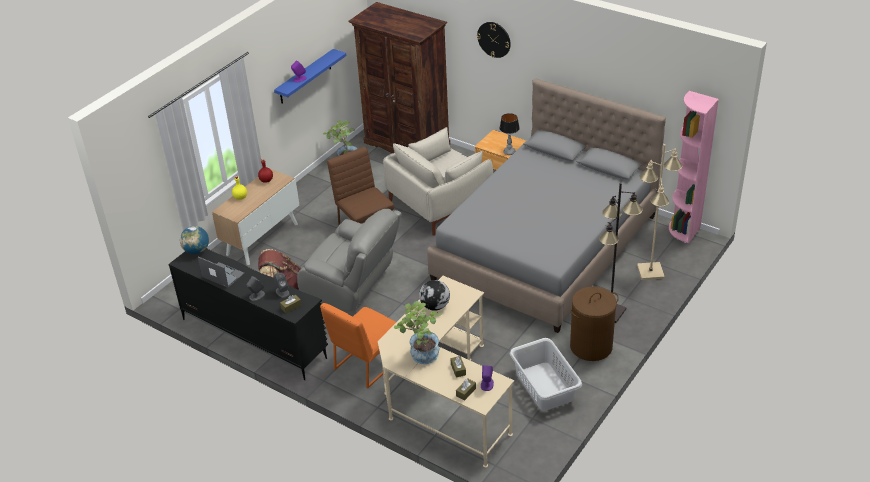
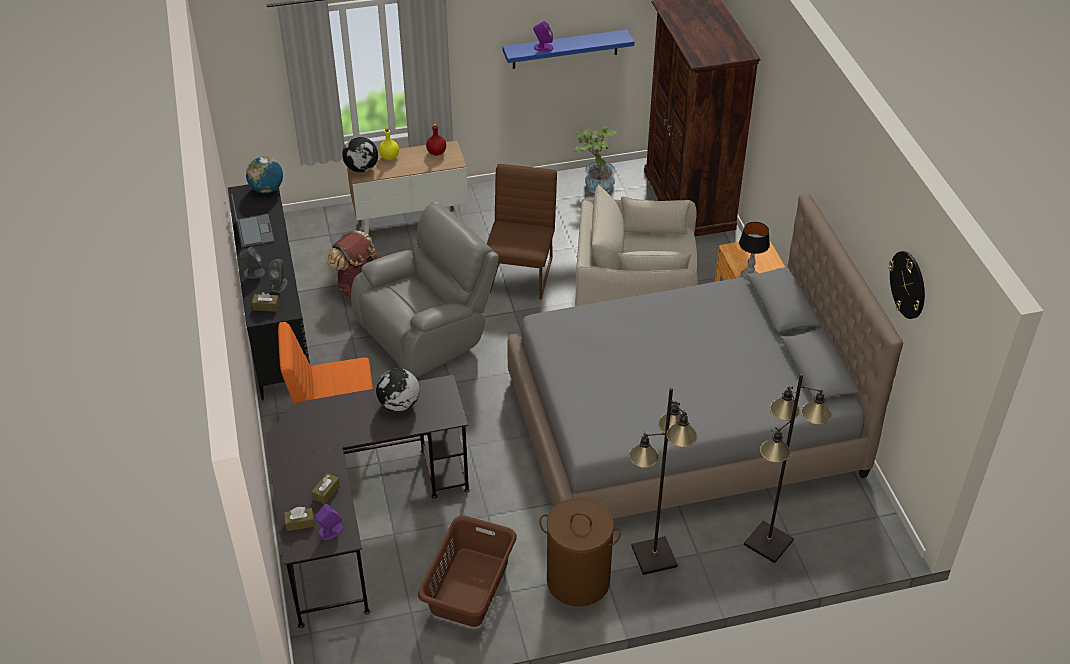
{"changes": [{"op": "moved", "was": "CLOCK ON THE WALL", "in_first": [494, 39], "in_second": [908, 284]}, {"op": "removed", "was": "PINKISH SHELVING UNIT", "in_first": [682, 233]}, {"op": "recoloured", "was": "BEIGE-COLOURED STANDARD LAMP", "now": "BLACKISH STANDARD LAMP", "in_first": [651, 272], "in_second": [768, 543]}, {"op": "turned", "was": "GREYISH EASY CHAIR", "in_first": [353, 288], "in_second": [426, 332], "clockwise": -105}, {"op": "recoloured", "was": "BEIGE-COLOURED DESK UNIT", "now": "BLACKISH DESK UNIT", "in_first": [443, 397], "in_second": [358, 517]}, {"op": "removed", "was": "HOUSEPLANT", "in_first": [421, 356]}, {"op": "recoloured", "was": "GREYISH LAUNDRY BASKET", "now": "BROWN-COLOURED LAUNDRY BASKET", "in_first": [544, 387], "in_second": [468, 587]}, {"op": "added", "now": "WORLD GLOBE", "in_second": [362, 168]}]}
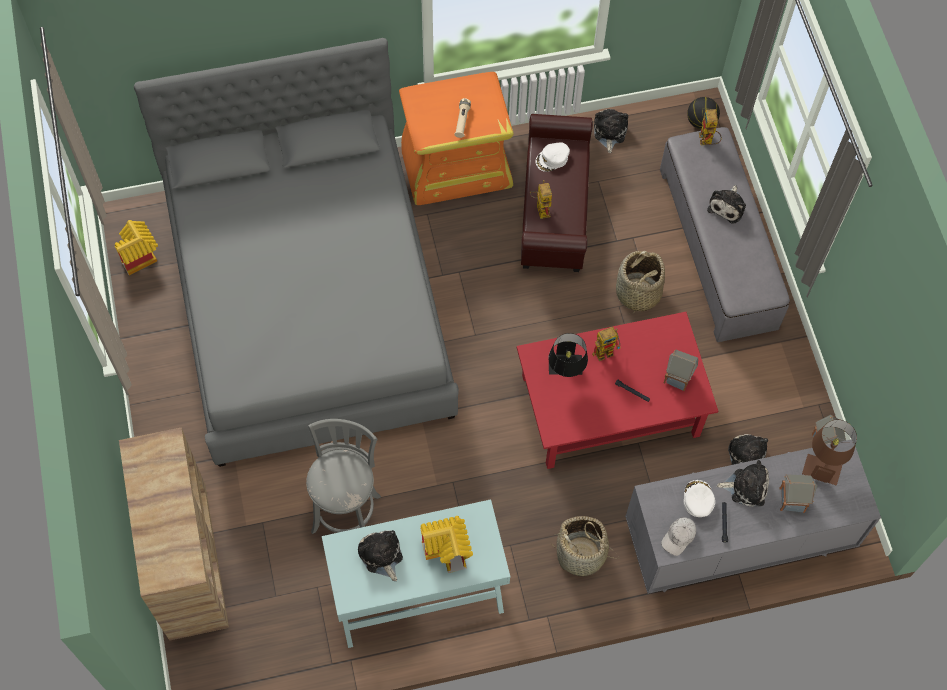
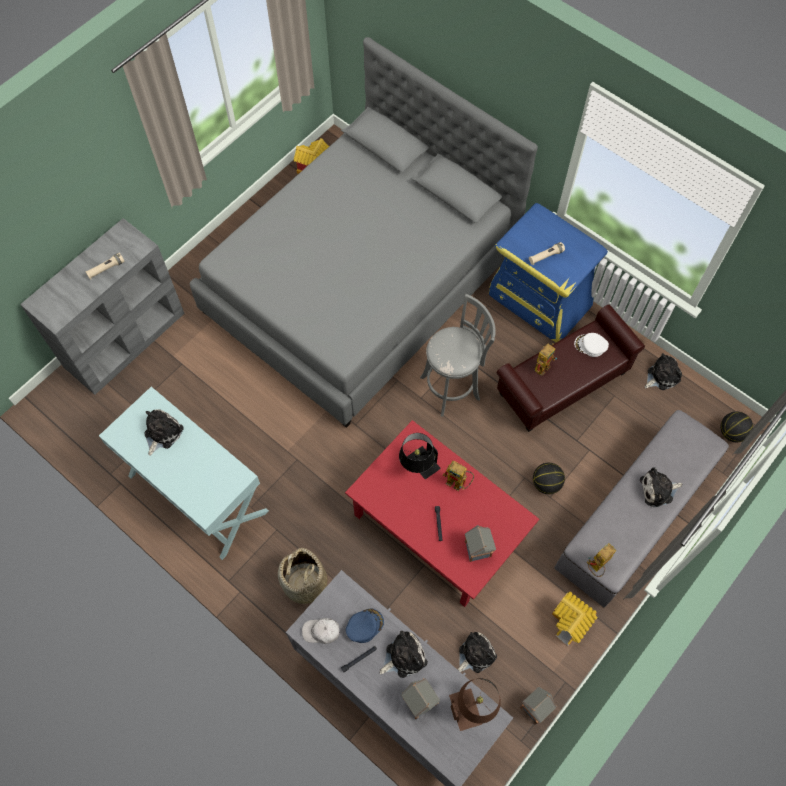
{"changes": [{"op": "recoloured", "was": "ORANGE BEDSIDE TABLE", "now": "BLUISH BEDSIDE TABLE", "in_first": [458, 169], "in_second": [539, 301]}, {"op": "moved", "was": "TOY ROBOT", "in_first": [707, 141], "in_second": [596, 567]}, {"op": "replaced", "was": "STORAGE BASKET", "now": "BALL FOR BASKETBALL", "in_first": [637, 293], "in_second": [546, 483]}, {"op": "moved", "was": "GREYISH STOOL", "in_first": [347, 510], "in_second": [453, 387]}, {"op": "recoloured", "was": "BROWN-COLOURED SHELVING UNIT", "now": "GREYISH SHELVING UNIT", "in_first": [186, 561], "in_second": [124, 339]}, {"op": "turned", "was": "CUDDLY TOY", "in_first": [746, 486], "in_second": [403, 656], "clockwise": -90}, {"op": "recoloured", "was": "WHITE BASEBALL CAP", "now": "BLUISH BASEBALL CAP", "in_first": [698, 499], "in_second": [364, 626]}, {"op": "moved", "was": "MODEL HOUSE", "in_first": [448, 551], "in_second": [570, 624]}, {"op": "added", "now": "BEIGE-COLOURED HAND TORCH", "in_second": [106, 269]}]}
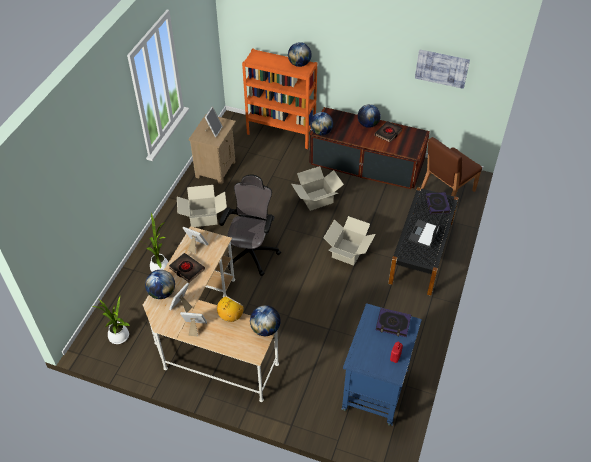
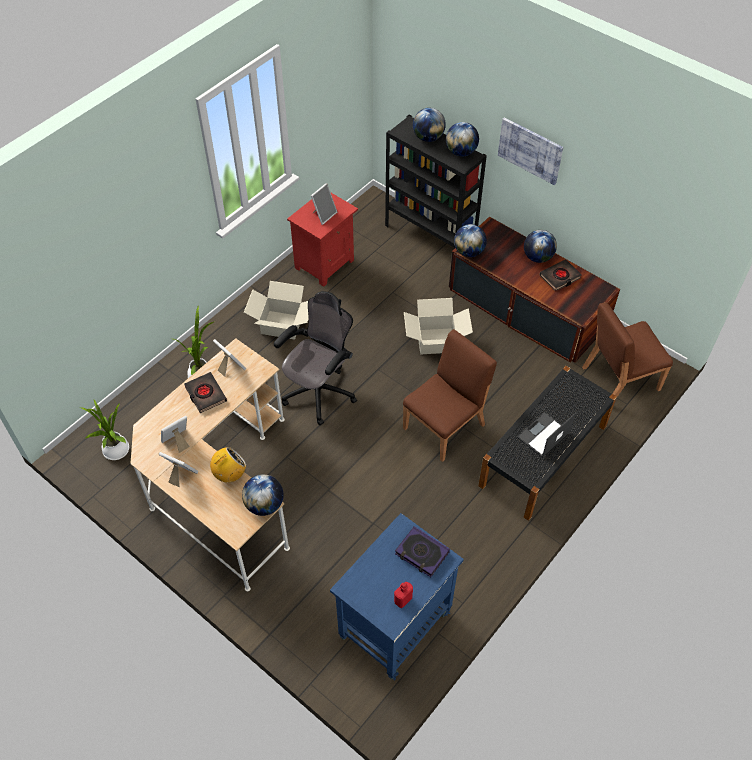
{"changes": [{"op": "recoloured", "was": "ORANGE SHELVING UNIT", "now": "BLACKISH SHELVING UNIT", "in_first": [281, 134], "in_second": [430, 237]}, {"op": "moved", "was": "WALL ART", "in_first": [442, 68], "in_second": [530, 150]}, {"op": "recoloured", "was": "BEIGE-COLOURED BEDSIDE TABLE", "now": "RED-COLOURED BEDSIDE TABLE", "in_first": [217, 169], "in_second": [326, 264]}, {"op": "removed", "was": "BOOK", "in_first": [437, 205]}, {"op": "replaced", "was": "CARDBOARD BOX", "now": "BROWN-COLOURED PLAIN CHAIR", "in_first": [348, 252], "in_second": [445, 426]}, {"op": "moved", "was": "WORLD GLOBE", "in_first": [162, 293], "in_second": [428, 138]}]}
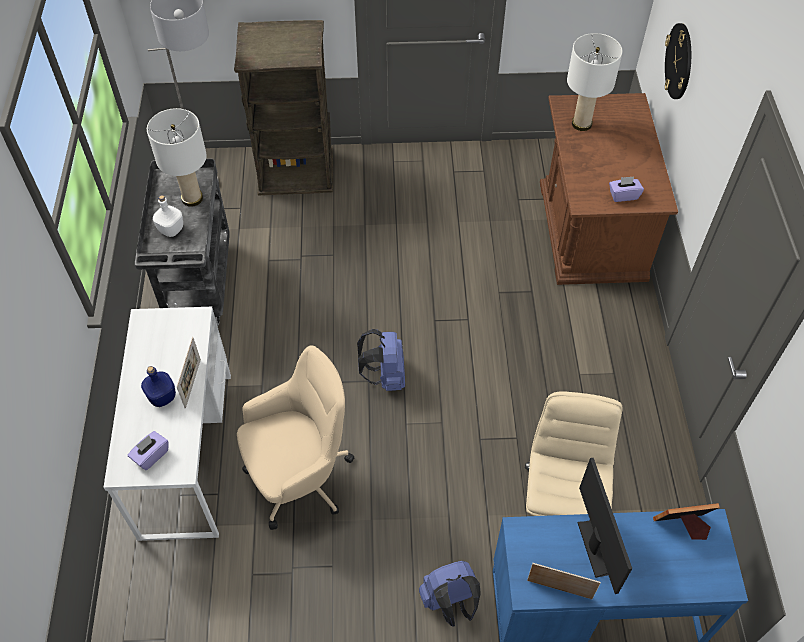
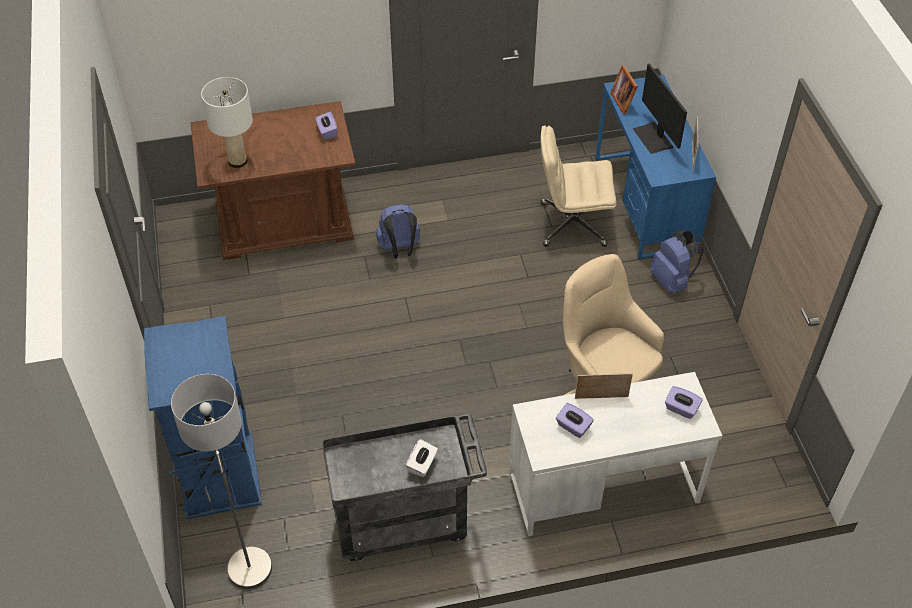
{"changes": [{"op": "recoloured", "was": "BROWN-COLOURED SHELVING UNIT", "now": "BLUISH SHELVING UNIT", "in_first": [296, 171], "in_second": [220, 473]}, {"op": "removed", "was": "CLOCK ON THE WALL", "in_first": [679, 61]}, {"op": "removed", "was": "WHITE LAMP FOR A TABLE", "in_first": [192, 198]}, {"op": "replaced", "was": "WHITE BEVERAGE BOTTLE", "now": "WHITE TISSUE BOX", "in_first": [172, 230], "in_second": [422, 465]}, {"op": "moved", "was": "BLUISH KNAPSACK", "in_first": [385, 376], "in_second": [399, 249]}, {"op": "removed", "was": "BLUISH BEVERAGE BOTTLE", "in_first": [162, 397]}, {"op": "turned", "was": "COMPUTER SCREEN", "in_first": [601, 546], "in_second": [653, 138], "clockwise": -90}, {"op": "added", "now": "PURPLE-COLOURED TISSUE BOX", "in_second": [573, 427]}]}
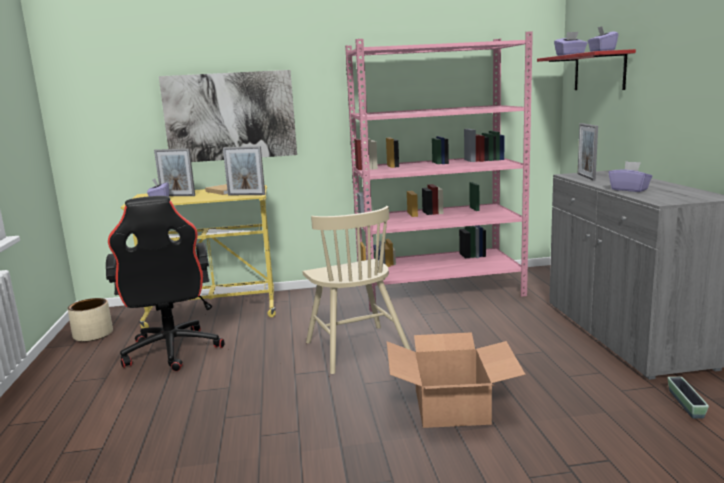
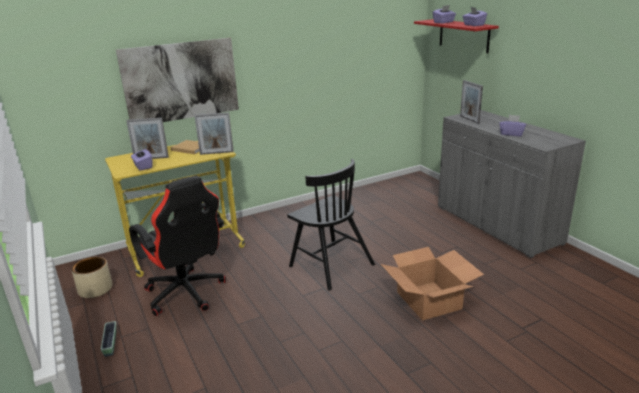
{"changes": [{"op": "removed", "was": "PINKISH SHELVING UNIT", "in_first": [439, 290]}, {"op": "recoloured", "was": "BEIGE-COLOURED PLAIN CHAIR", "now": "BLACKISH PLAIN CHAIR", "in_first": [355, 346], "in_second": [328, 263]}, {"op": "moved", "was": "PLANT POT", "in_first": [685, 404], "in_second": [110, 343]}]}
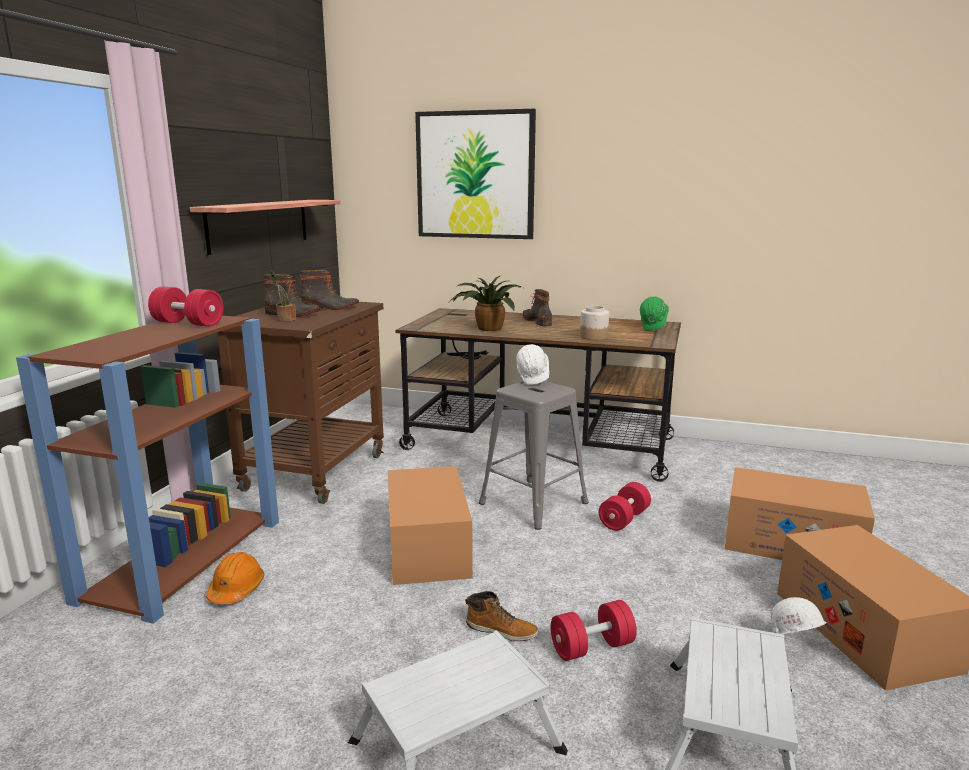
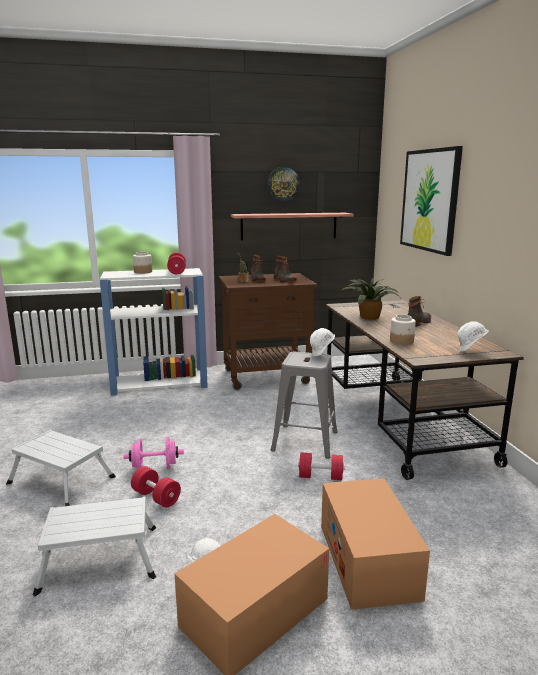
{"changes": [{"op": "recoloured", "was": "GREEN-COLOURED WORK HELMET", "now": "WHITE WORK HELMET", "in_first": [653, 329], "in_second": [471, 352]}, {"op": "recoloured", "was": "BROWN-COLOURED SHELVING UNIT", "now": "WHITE SHELVING UNIT", "in_first": [185, 558], "in_second": [160, 383]}, {"op": "removed", "was": "CARDBOARD BOX", "in_first": [427, 547]}, {"op": "removed", "was": "ORANGE WORK HELMET", "in_first": [236, 589]}, {"op": "replaced", "was": "TALL BOOT", "now": "PINKISH FREE WEIGHT", "in_first": [502, 630], "in_second": [154, 467]}, {"op": "added", "now": "CLOCK ON THE WALL", "in_second": [283, 184]}, {"op": "added", "now": "STORAGE JAR", "in_second": [142, 272]}]}
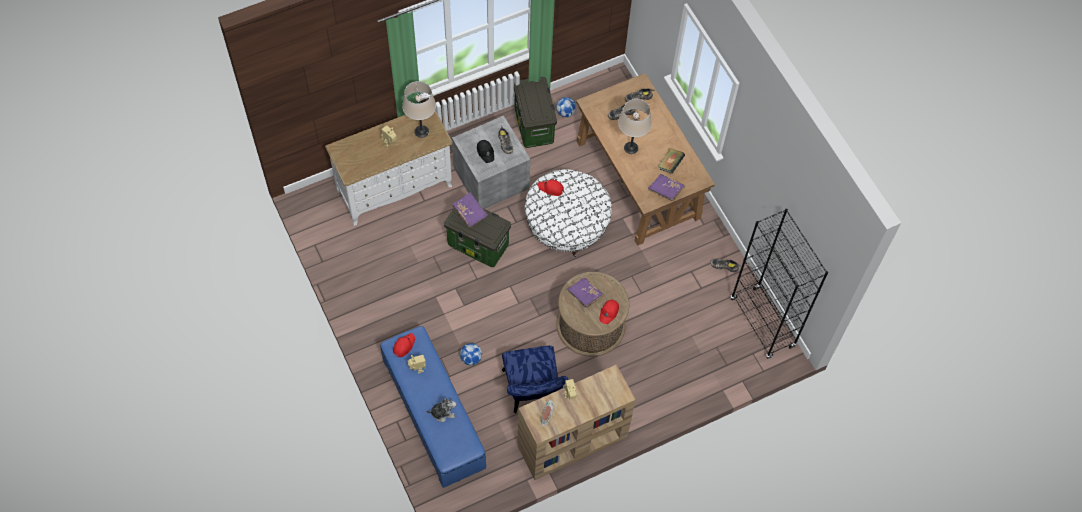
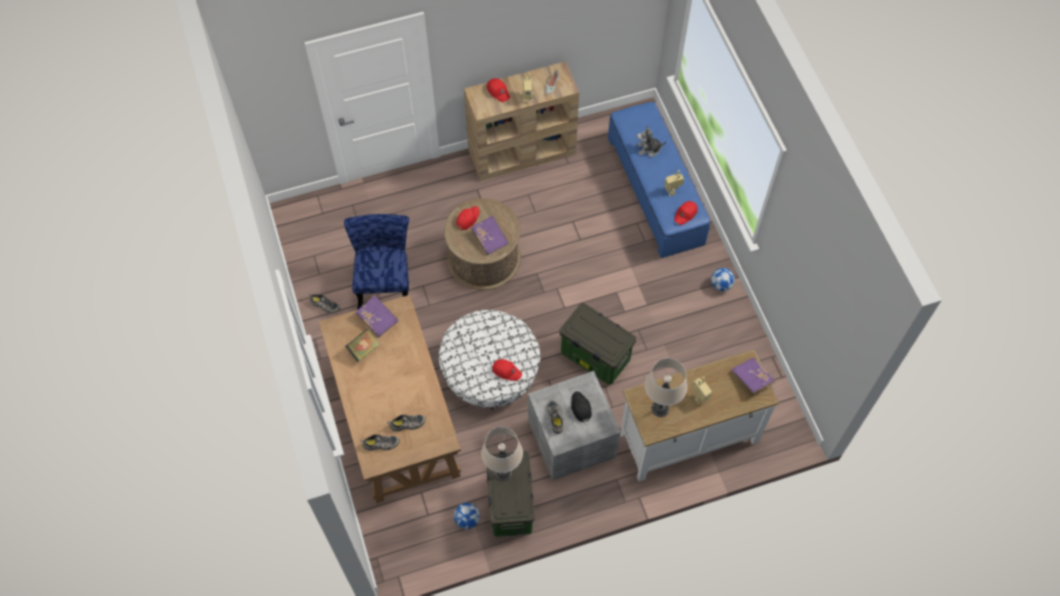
{"changes": [{"op": "moved", "was": "BEIGE-COLOURED LAMP FOR A TABLE", "in_first": [631, 148], "in_second": [503, 472]}, {"op": "moved", "was": "PURPLE-COLOURED BOOK", "in_first": [470, 212], "in_second": [751, 378]}, {"op": "removed", "was": "BLACKISH SHELVING UNIT", "in_first": [762, 323]}, {"op": "moved", "was": "BALL FOR FOOTBALL", "in_first": [471, 358], "in_second": [721, 285]}, {"op": "moved", "was": "BLUISH PLAIN CHAIR", "in_first": [532, 393], "in_second": [385, 280]}, {"op": "added", "now": "RED-COLOURED BASEBALL CAP", "in_second": [498, 91]}]}
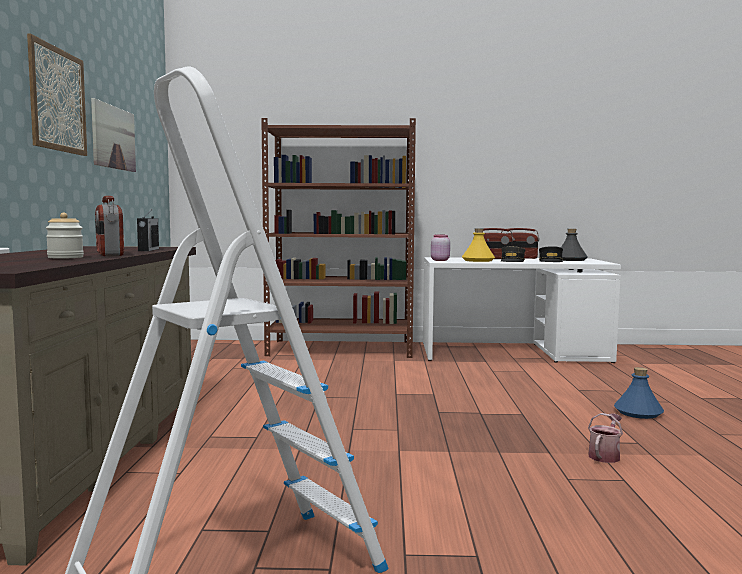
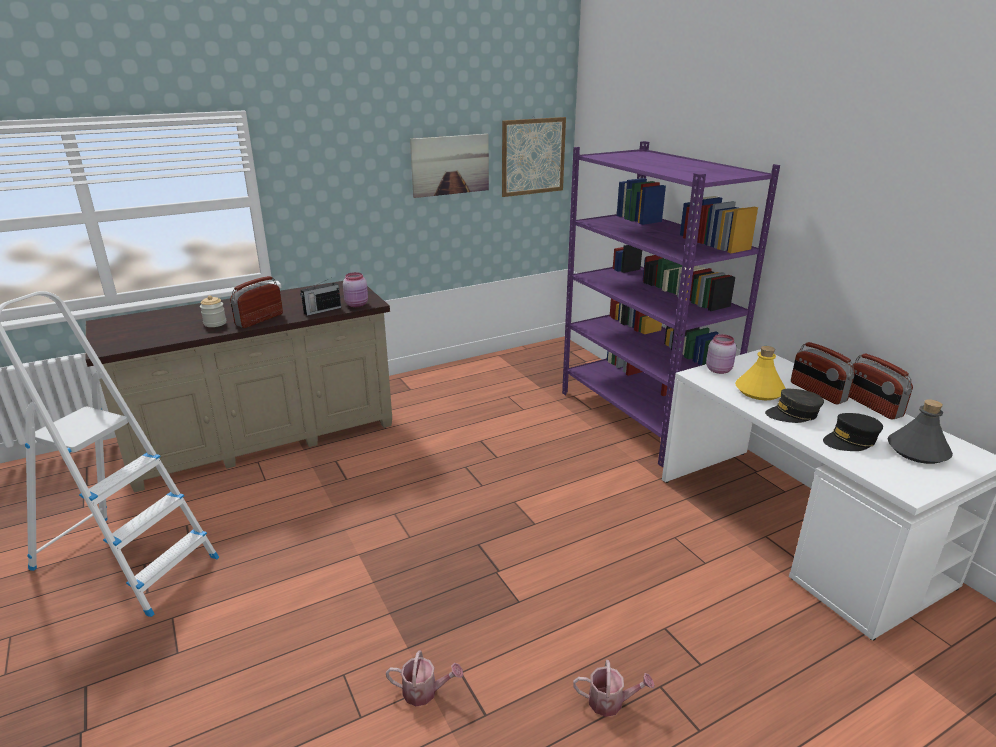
{"changes": [{"op": "moved", "was": "WALL ART", "in_first": [57, 98], "in_second": [533, 155]}, {"op": "recoloured", "was": "BROWN-COLOURED SHELVING UNIT", "now": "PURPLE-COLOURED SHELVING UNIT", "in_first": [341, 349], "in_second": [641, 416]}, {"op": "replaced", "was": "BLUISH BEVERAGE BOTTLE", "now": "WATERING POT", "in_first": [638, 412], "in_second": [610, 702]}, {"op": "added", "now": "PINKISH STORAGE JAR", "in_second": [357, 304]}]}
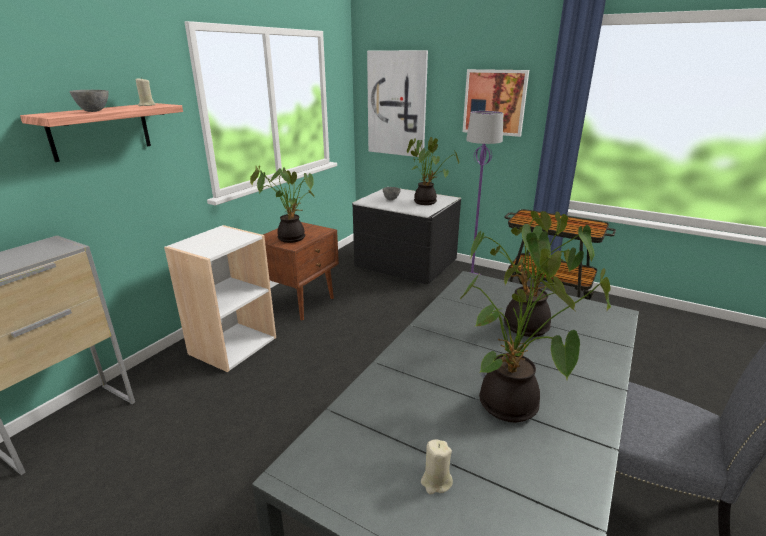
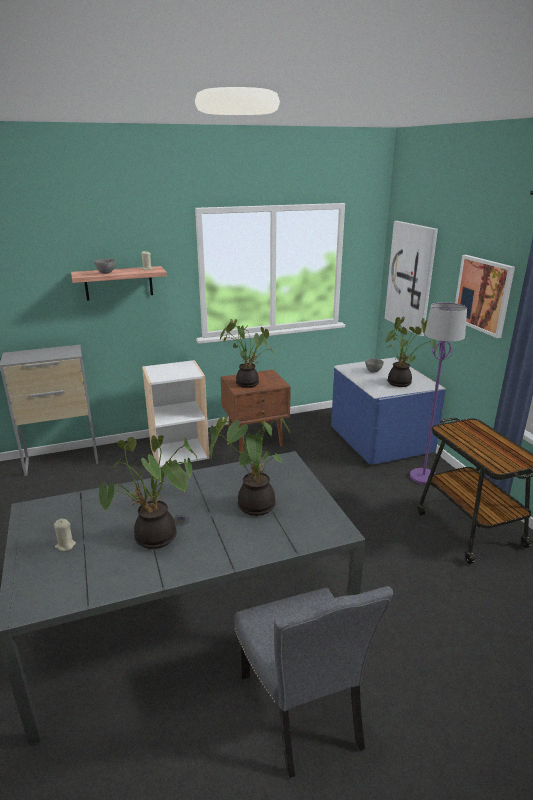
{"changes": [{"op": "recoloured", "was": "BLACKISH BEDSIDE TABLE", "now": "BLUISH BEDSIDE TABLE", "in_first": [405, 264], "in_second": [380, 440]}]}
